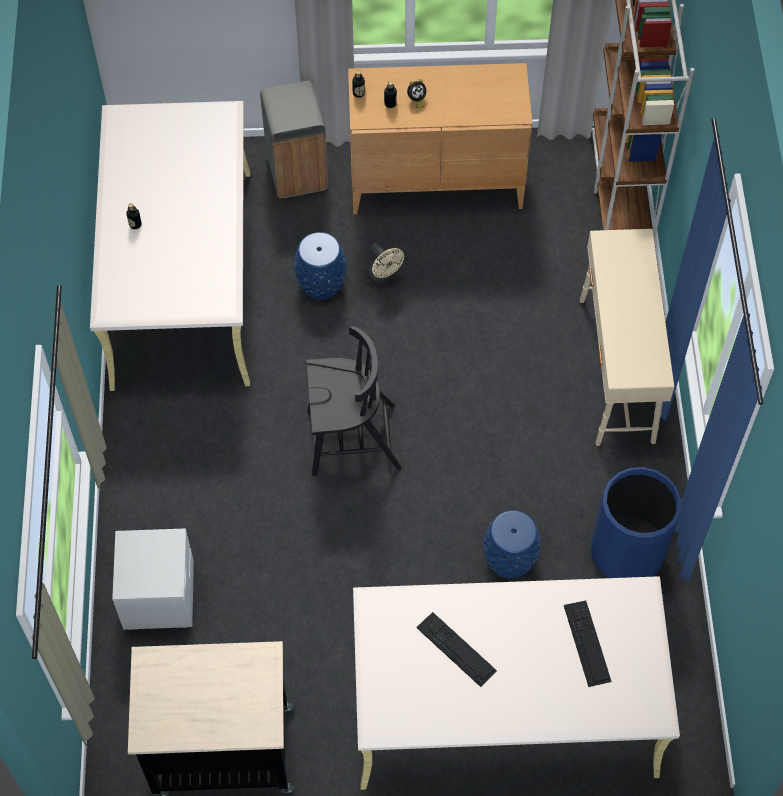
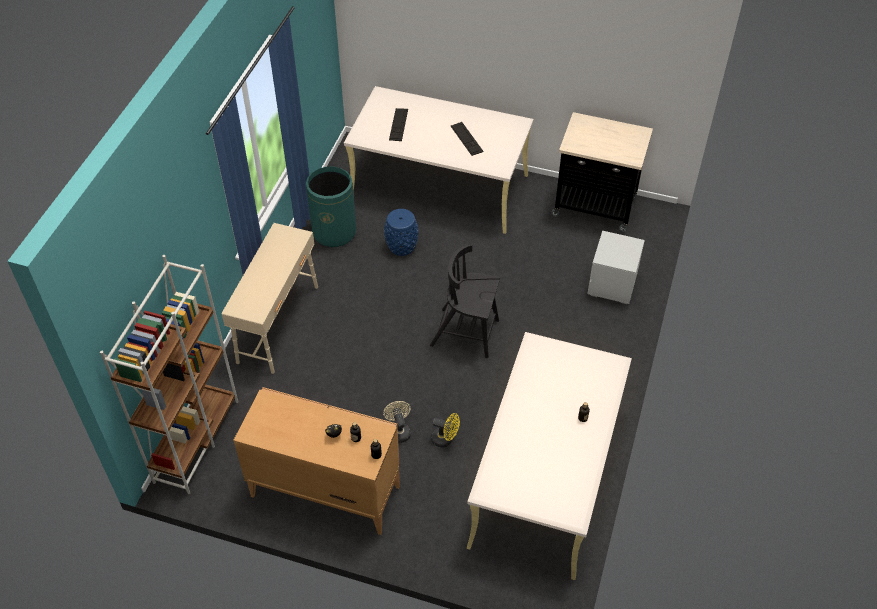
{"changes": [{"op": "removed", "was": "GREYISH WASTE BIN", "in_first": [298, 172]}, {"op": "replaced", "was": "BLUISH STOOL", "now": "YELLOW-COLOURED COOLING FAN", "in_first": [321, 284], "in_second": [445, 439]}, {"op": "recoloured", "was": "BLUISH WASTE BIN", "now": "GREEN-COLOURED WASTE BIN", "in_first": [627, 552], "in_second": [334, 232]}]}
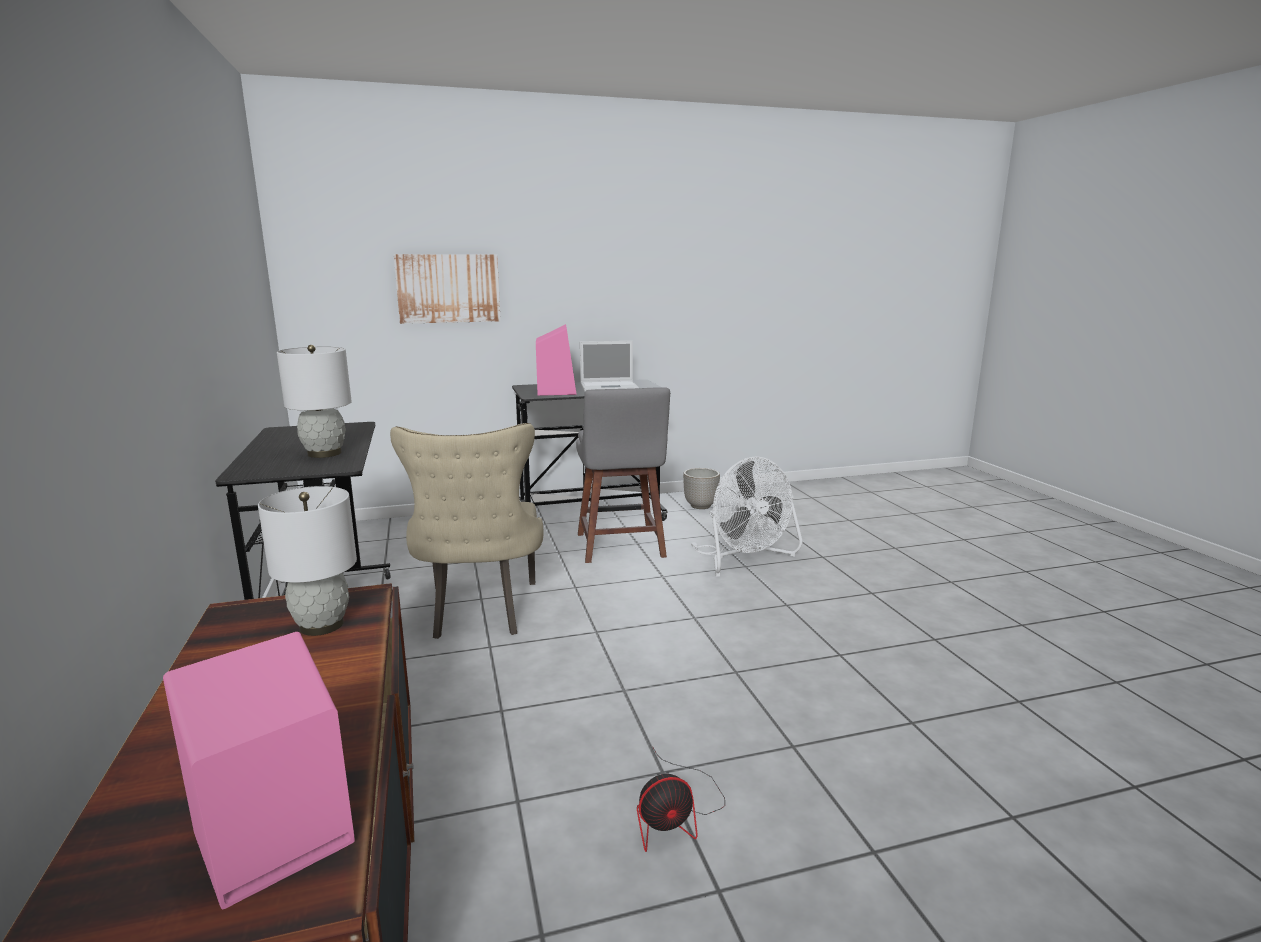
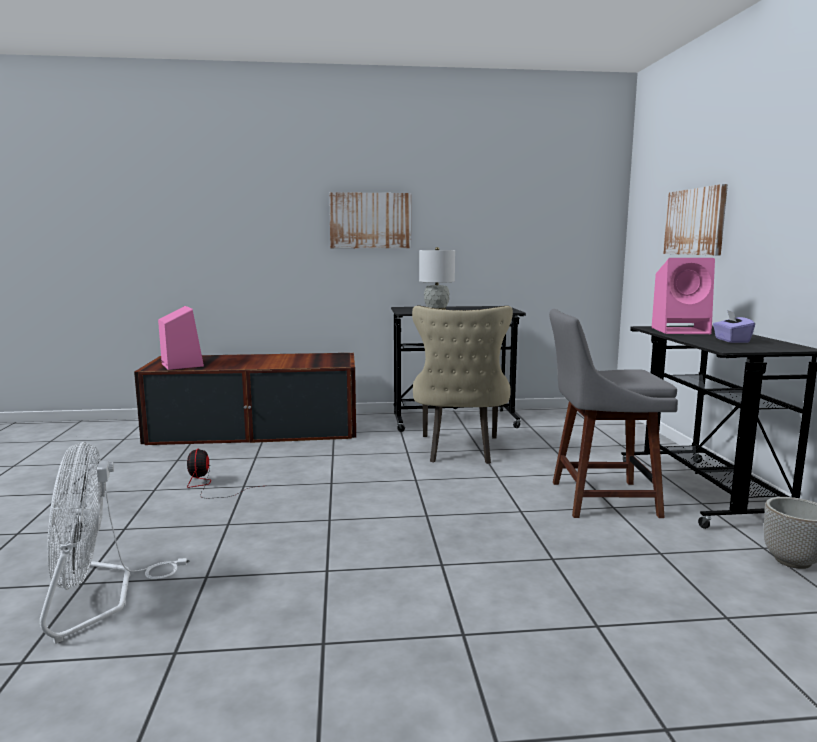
{"changes": [{"op": "replaced", "was": "PORTABLE COMPUTER", "now": "PURPLE-COLOURED TISSUE BOX", "in_first": [610, 387], "in_second": [731, 340]}, {"op": "turned", "was": "BEIGE-COLOURED PLAIN CHAIR", "in_first": [480, 611], "in_second": [459, 450], "clockwise": -90}, {"op": "moved", "was": "WHITE COOLING FAN", "in_first": [741, 559], "in_second": [103, 591]}, {"op": "removed", "was": "WHITE LAMP FOR A TABLE", "in_first": [322, 625]}, {"op": "added", "now": "WALL ART", "in_second": [370, 220]}]}
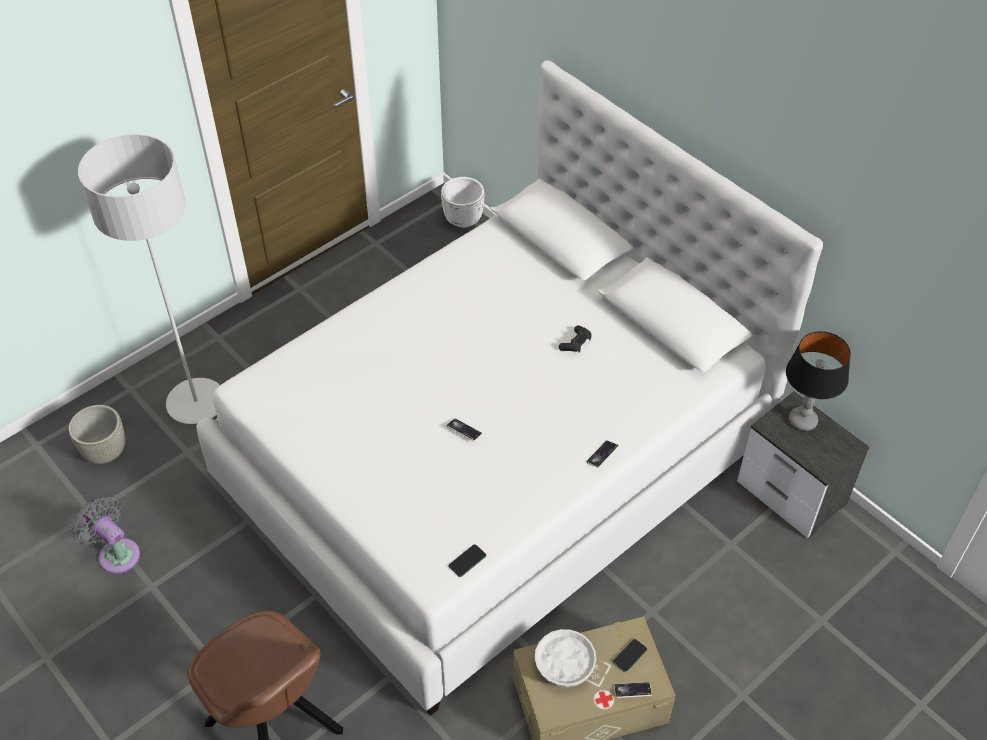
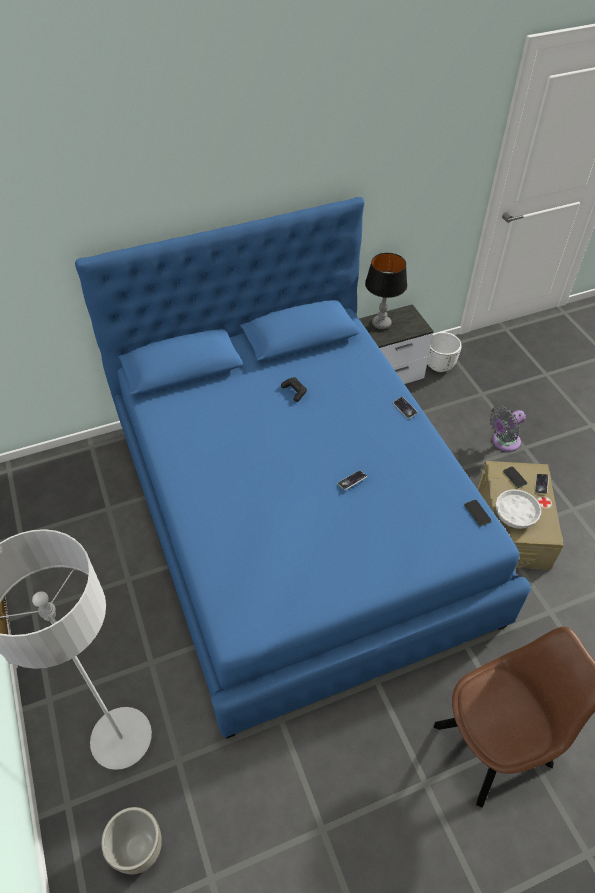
{"changes": [{"op": "recoloured", "was": "WHITE SLEEPING BED", "now": "BLUISH SLEEPING BED", "in_first": [495, 462], "in_second": [297, 519]}, {"op": "moved", "was": "WHITE PLANT POT", "in_first": [463, 220], "in_second": [439, 366]}, {"op": "moved", "was": "GREYISH COOLING FAN", "in_first": [116, 553], "in_second": [503, 442]}]}
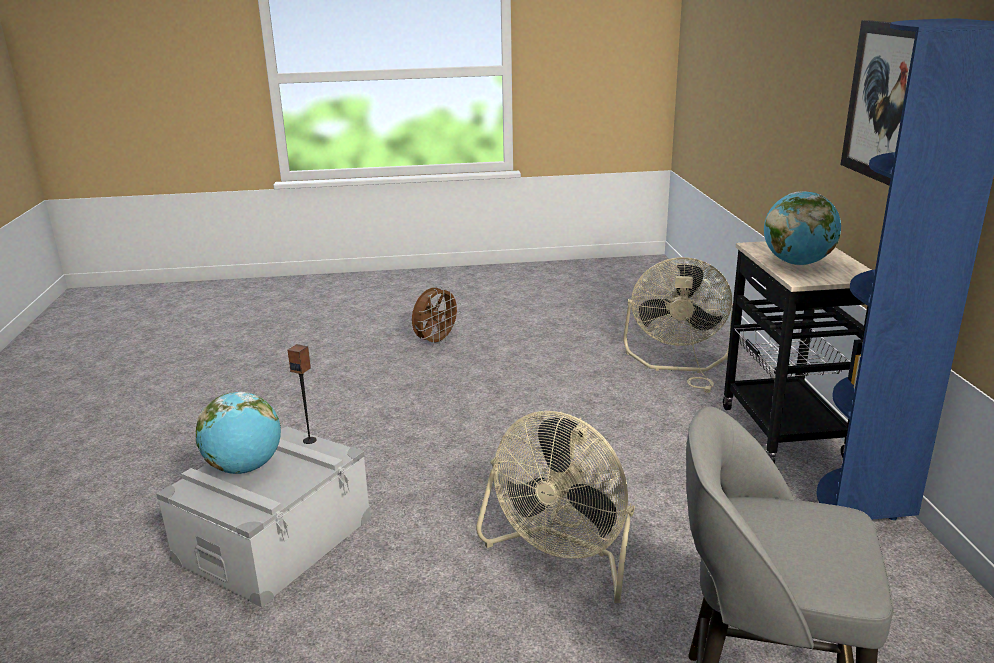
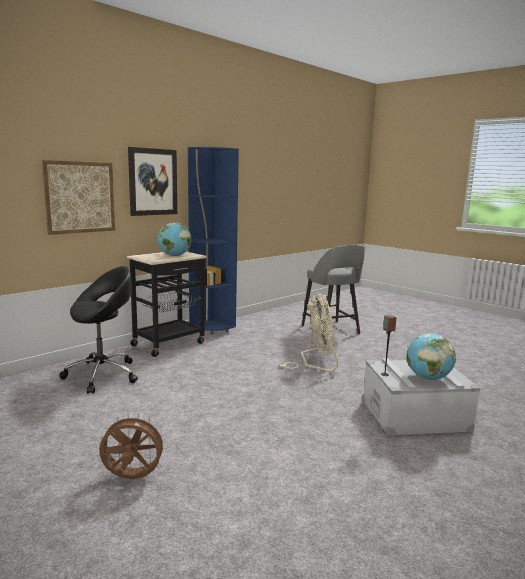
{"changes": [{"op": "replaced", "was": "BEIGE-COLOURED COOLING FAN", "now": "BLACKISH COMPUTER CHAIR", "in_first": [681, 365], "in_second": [103, 374]}, {"op": "added", "now": "WALL ART", "in_second": [80, 196]}]}
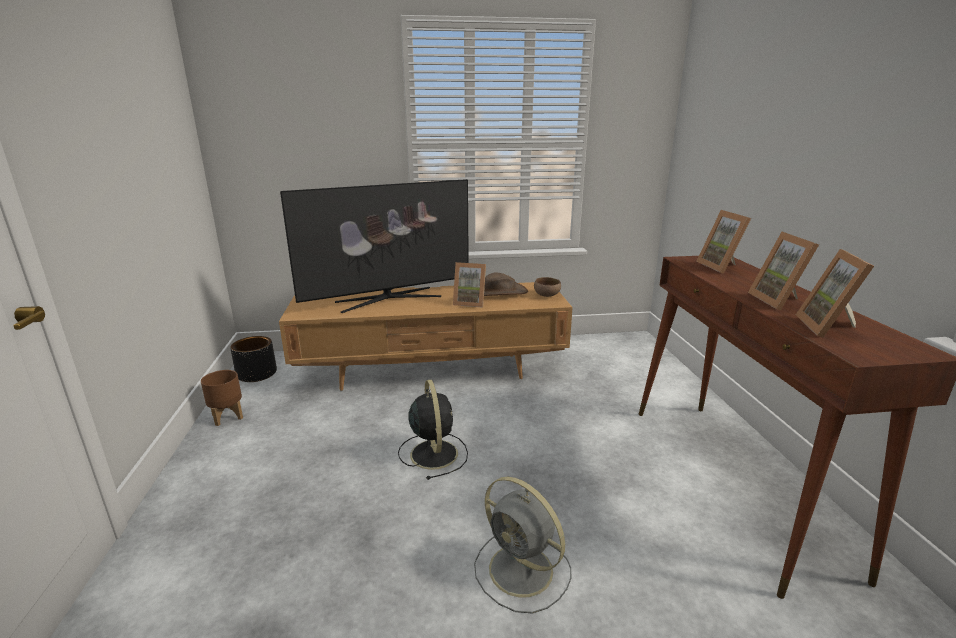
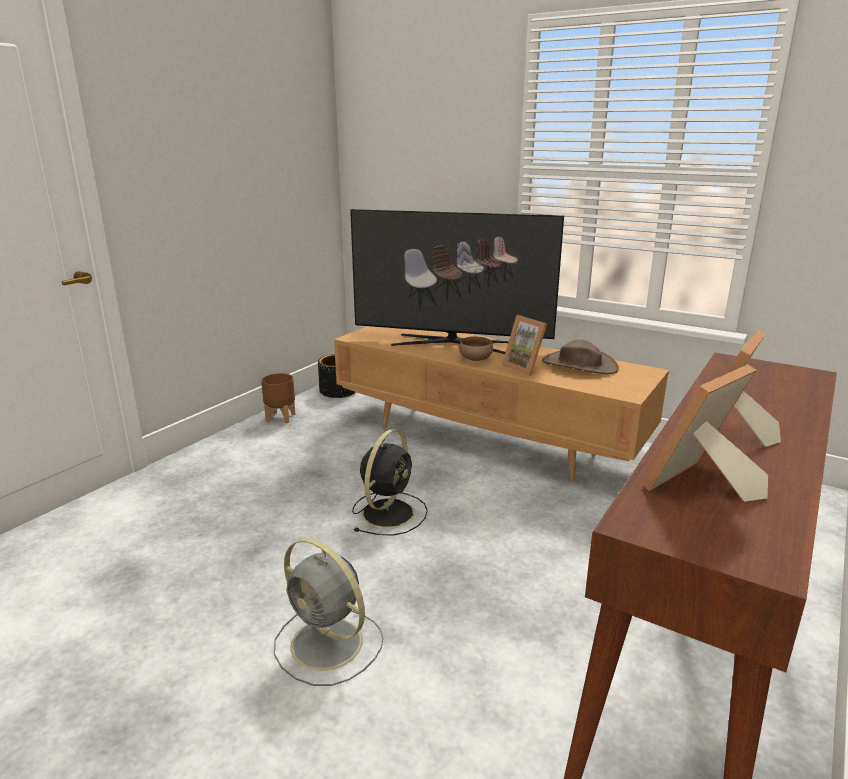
{"changes": [{"op": "removed", "was": "STANDING FRAME", "in_first": [722, 267]}, {"op": "moved", "was": "BROWN-COLOURED SERVING BOWL", "in_first": [547, 295], "in_second": [476, 359]}, {"op": "turned", "was": "GREYISH COOLING FAN", "in_first": [523, 571], "in_second": [329, 645], "clockwise": -45}]}
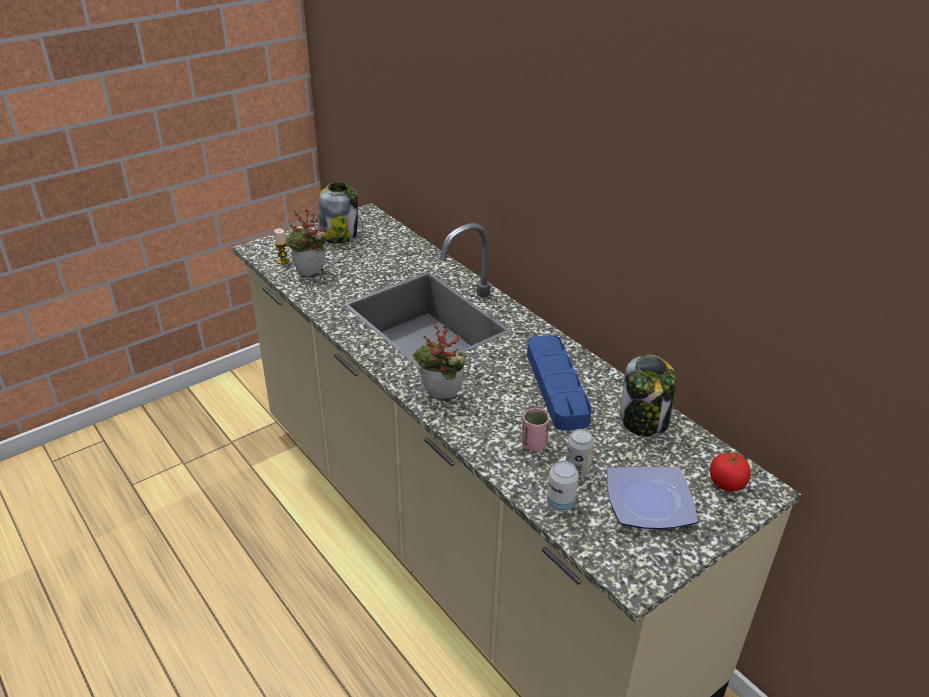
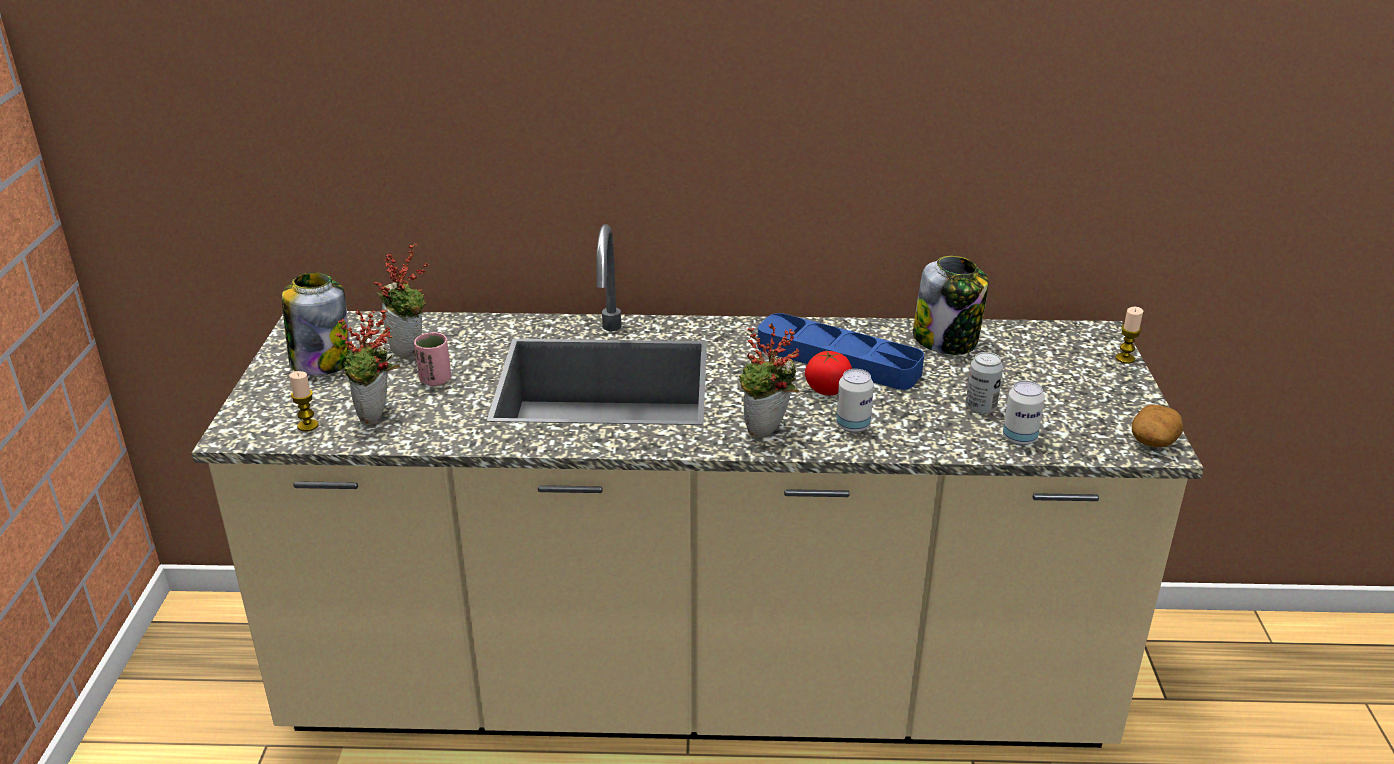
{"changes": [{"op": "moved", "was": "PINKISH DRINKING CUP", "in_first": [533, 444], "in_second": [435, 380]}, {"op": "moved", "was": "WHOLE TOMATO", "in_first": [727, 483], "in_second": [828, 389]}, {"op": "removed", "was": "FLAT DISH", "in_first": [650, 500]}, {"op": "added", "now": "HOUSEPLANT", "in_second": [411, 351]}, {"op": "added", "now": "CANDLE", "in_second": [1125, 358]}, {"op": "added", "now": "CAN", "in_second": [852, 426]}, {"op": "added", "now": "POTATO", "in_second": [1153, 441]}]}
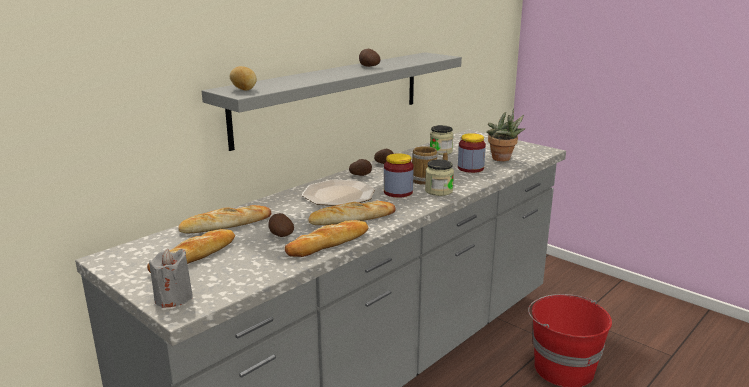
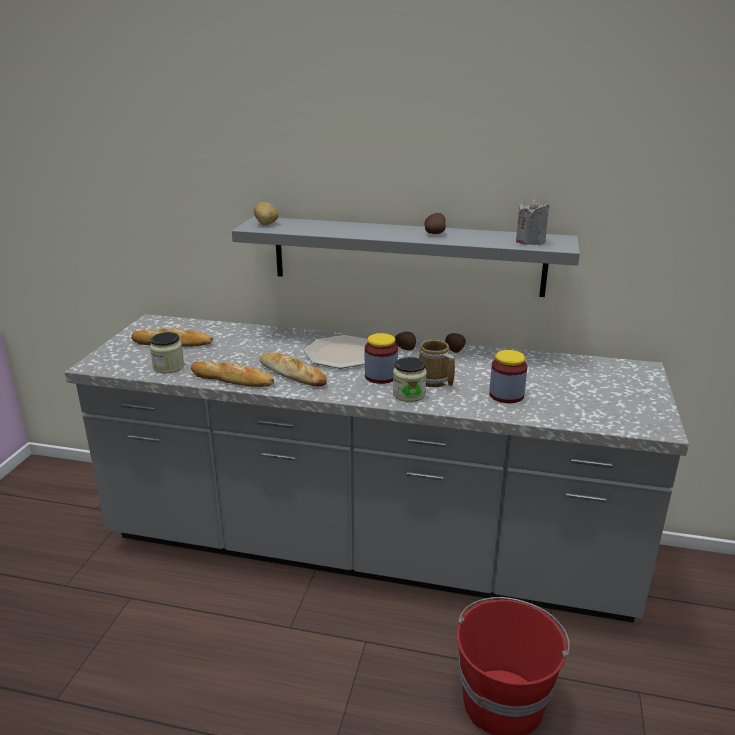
{"changes": [{"op": "removed", "was": "HOUSEPLANT", "in_first": [502, 159]}, {"op": "moved", "was": "STORAGE JAR", "in_first": [441, 151], "in_second": [168, 367]}, {"op": "removed", "was": "BAKED BREAD", "in_first": [226, 225]}, {"op": "removed", "was": "POTATO", "in_first": [280, 235]}, {"op": "moved", "was": "GREYISH CANDLE", "in_first": [173, 298], "in_second": [530, 241]}]}
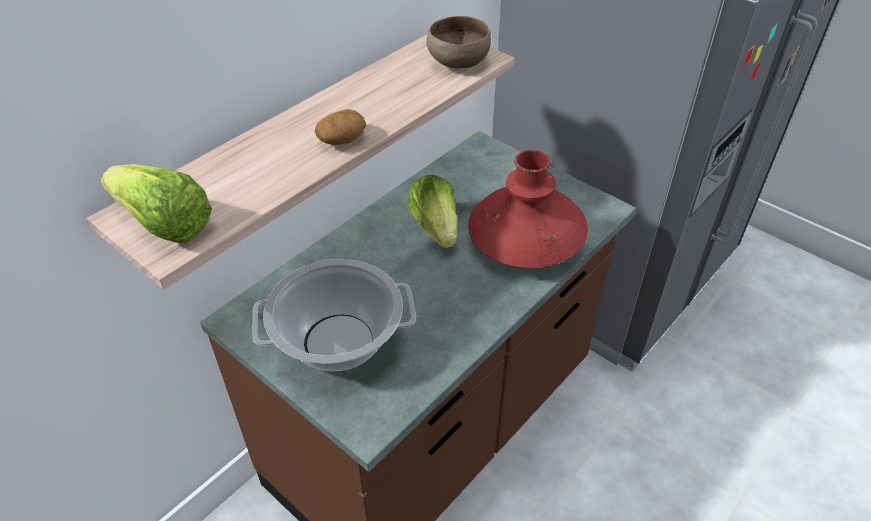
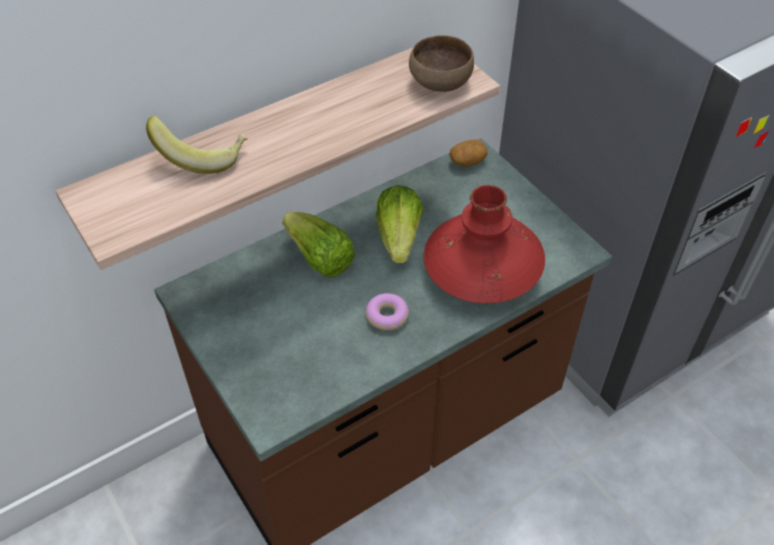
{"changes": [{"op": "moved", "was": "POTATO", "in_first": [341, 140], "in_second": [467, 161]}, {"op": "moved", "was": "LETTUCE HEAD", "in_first": [164, 225], "in_second": [319, 258]}, {"op": "removed", "was": "SAUCEPOT", "in_first": [338, 342]}, {"op": "added", "now": "BANANA", "in_second": [202, 156]}, {"op": "added", "now": "DONUT", "in_second": [387, 316]}]}
